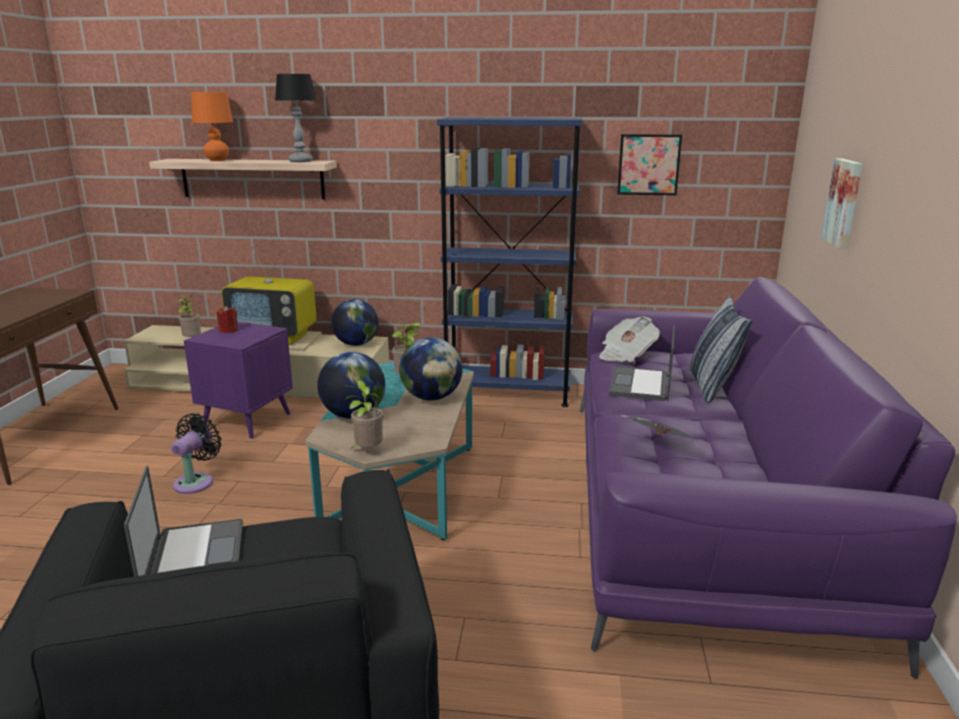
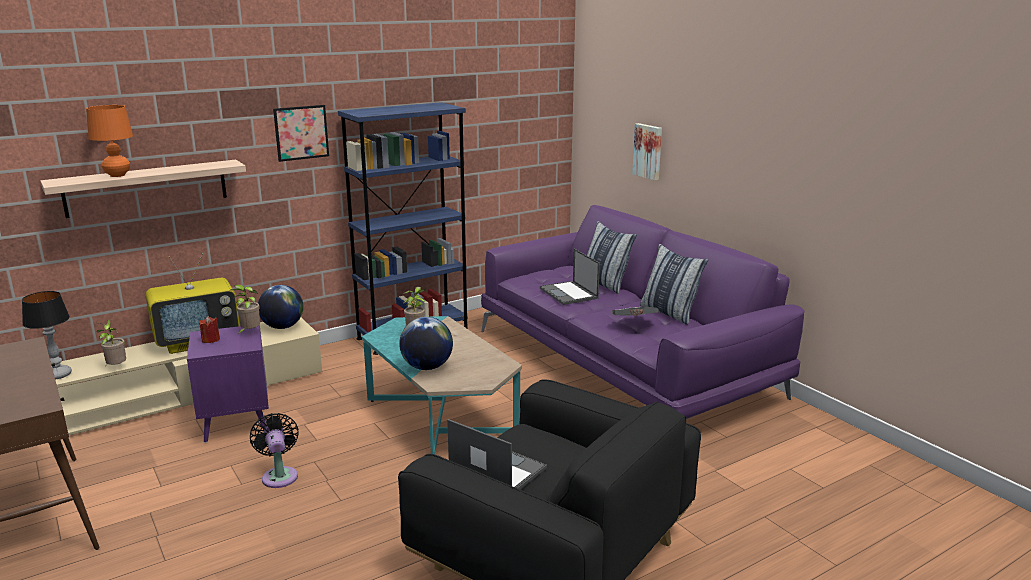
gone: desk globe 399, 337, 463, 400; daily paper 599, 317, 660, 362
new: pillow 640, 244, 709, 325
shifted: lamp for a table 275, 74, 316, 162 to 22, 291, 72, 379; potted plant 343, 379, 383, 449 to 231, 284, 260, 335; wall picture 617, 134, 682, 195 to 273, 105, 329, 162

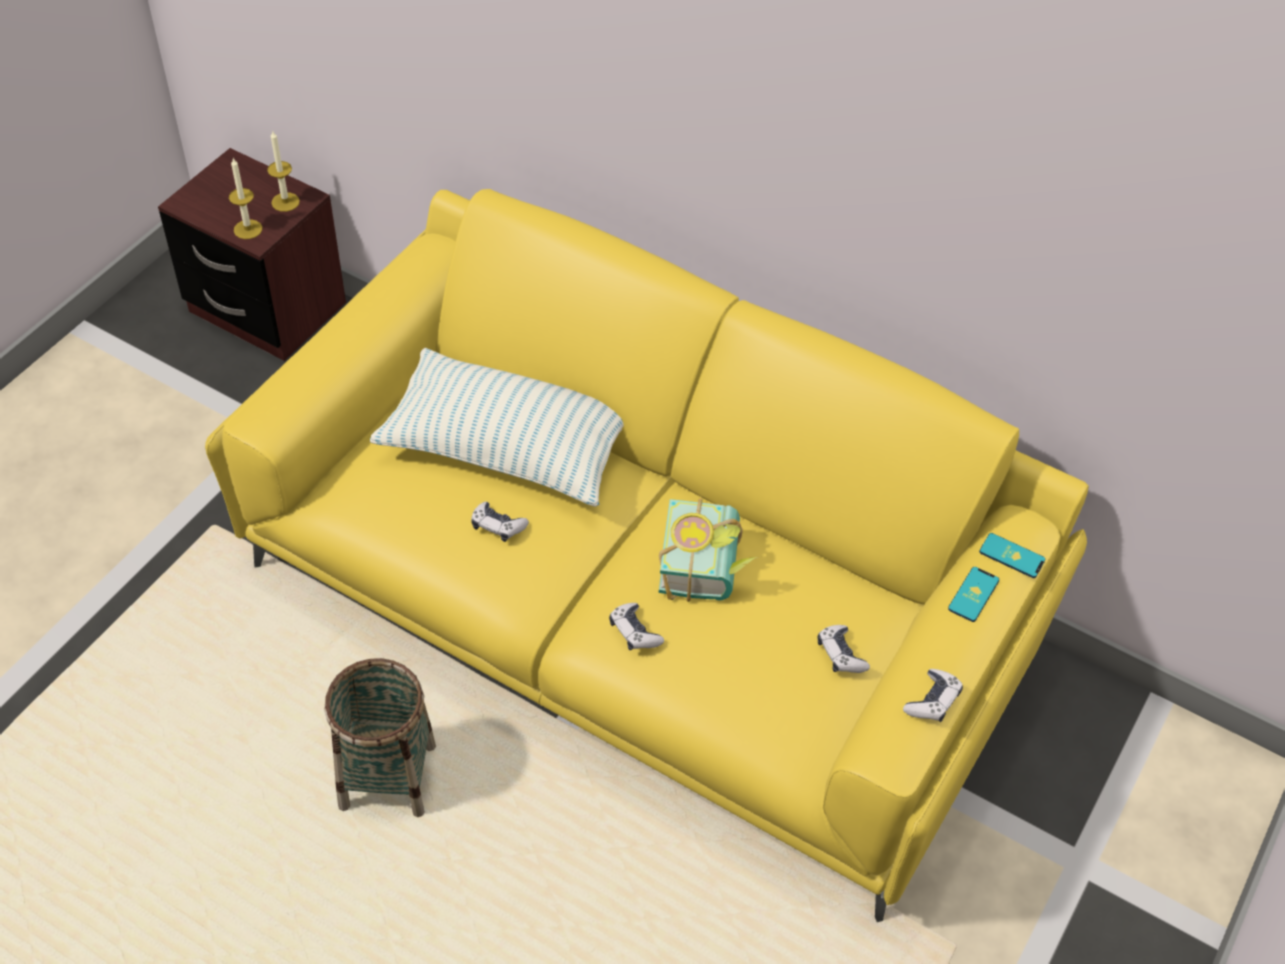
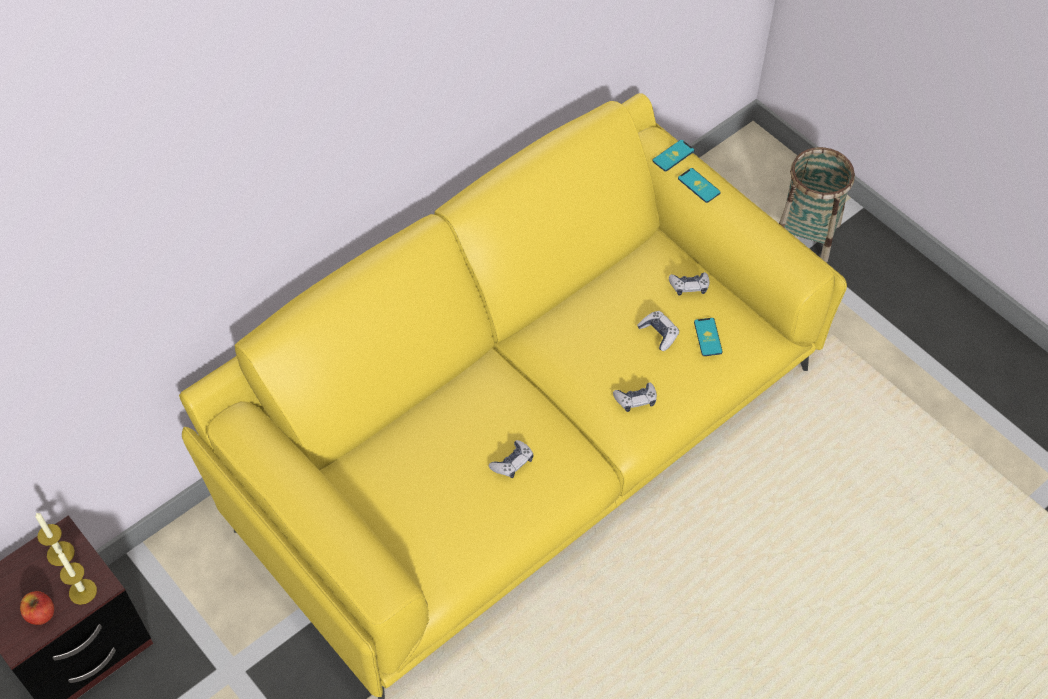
gone: pillow 370, 348, 624, 507; volume 659, 498, 757, 602
new: apple 20, 591, 54, 625; handset 694, 318, 723, 356
shifted: storage basket 325, 658, 436, 817 to 779, 147, 855, 263; game controller 903, 669, 963, 722 to 637, 311, 679, 351

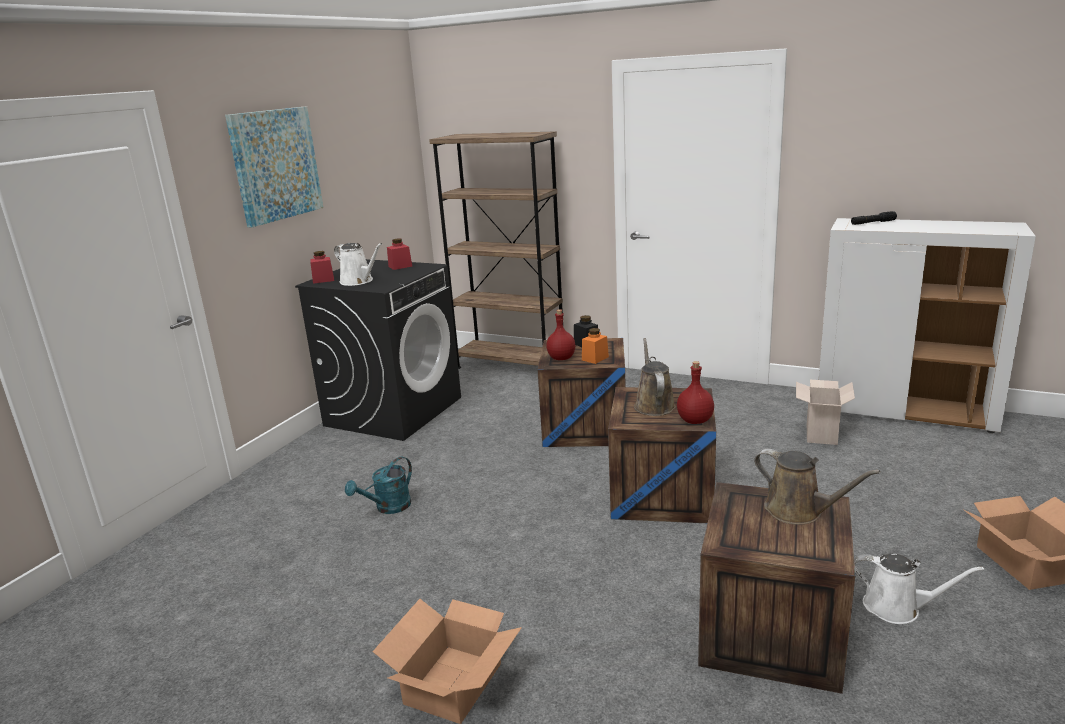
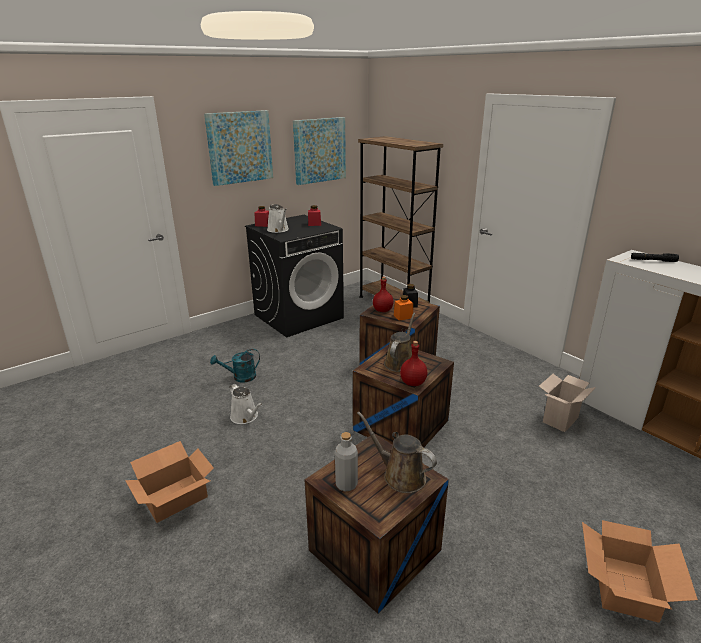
new: wall picture 293, 117, 346, 185; gray drink bottle 335, 432, 358, 491
shifted: white-coloured watering pot 854, 554, 984, 624 to 230, 384, 262, 424
rotated: brown watering pot 754, 449, 881, 525 = 357, 412, 437, 493 150 degrees clockwise

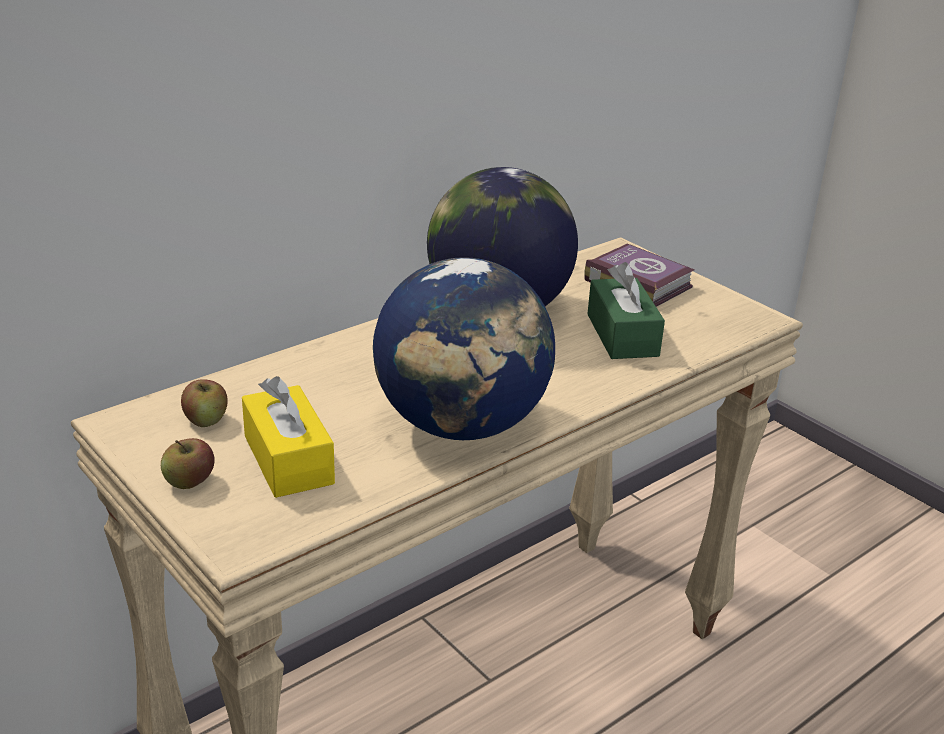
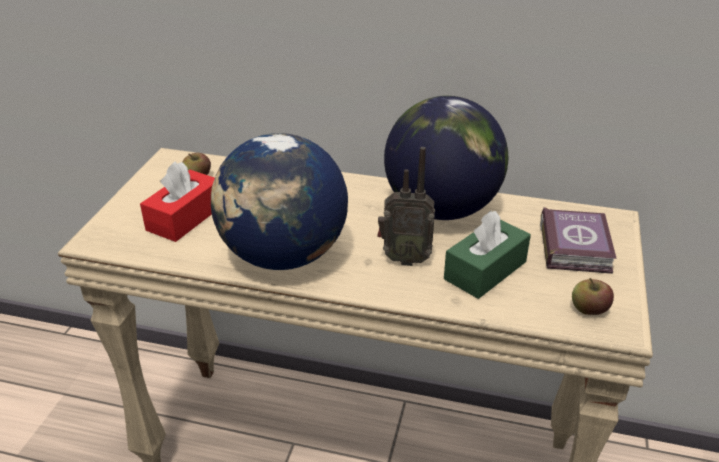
new: radio receiver 377, 147, 435, 266
shifted: apple 161, 438, 215, 489 to 572, 278, 614, 315
repainted: yellow box of tissues 242, 376, 335, 498 to reddish box of tissues 140, 162, 215, 242

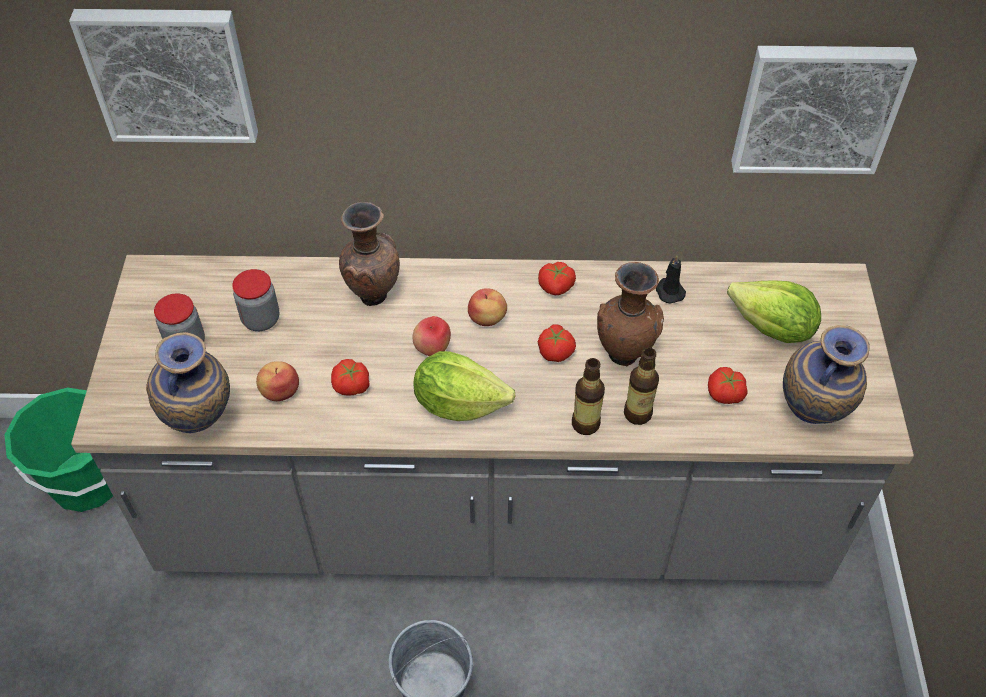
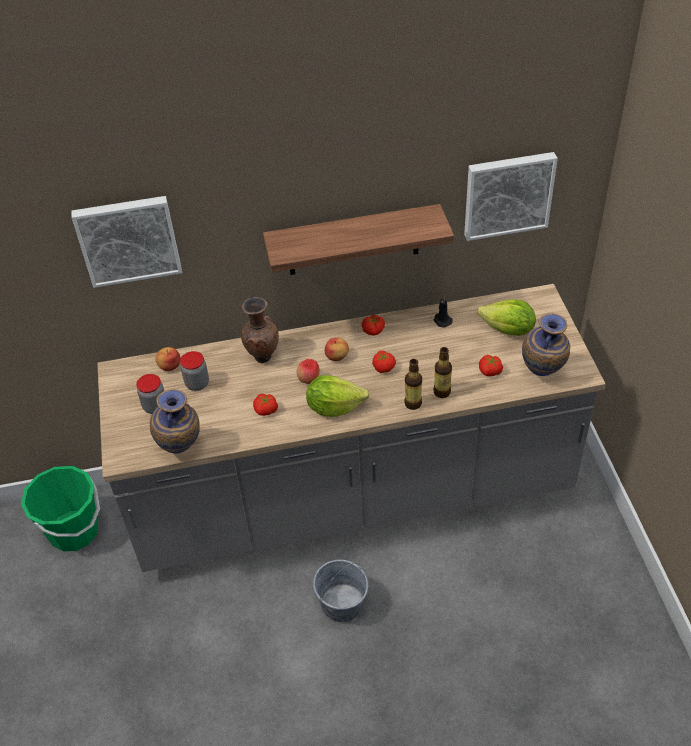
gone: brown flower vase 597, 262, 664, 367
new: shelf 263, 204, 454, 275
shifted: apple 256, 361, 299, 401 to 156, 347, 181, 371

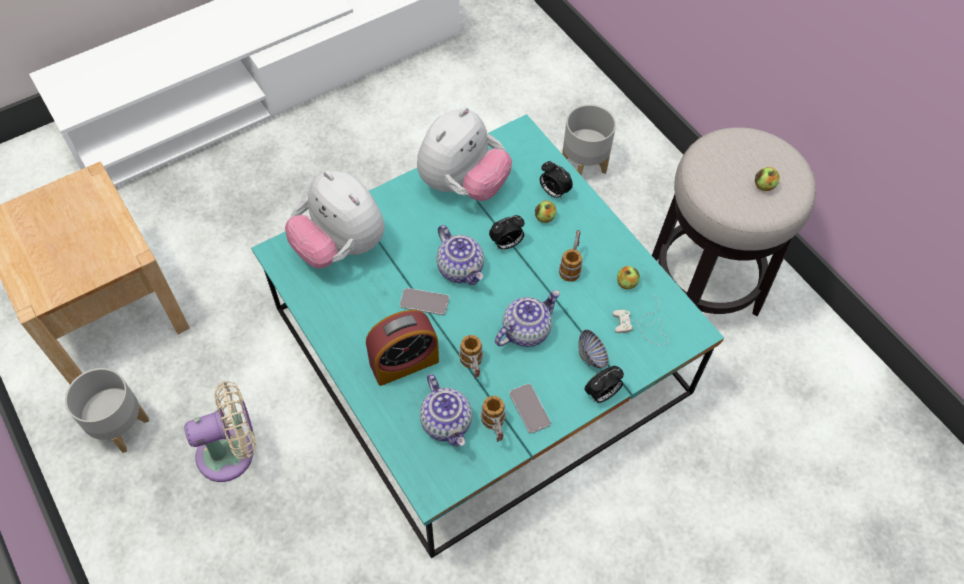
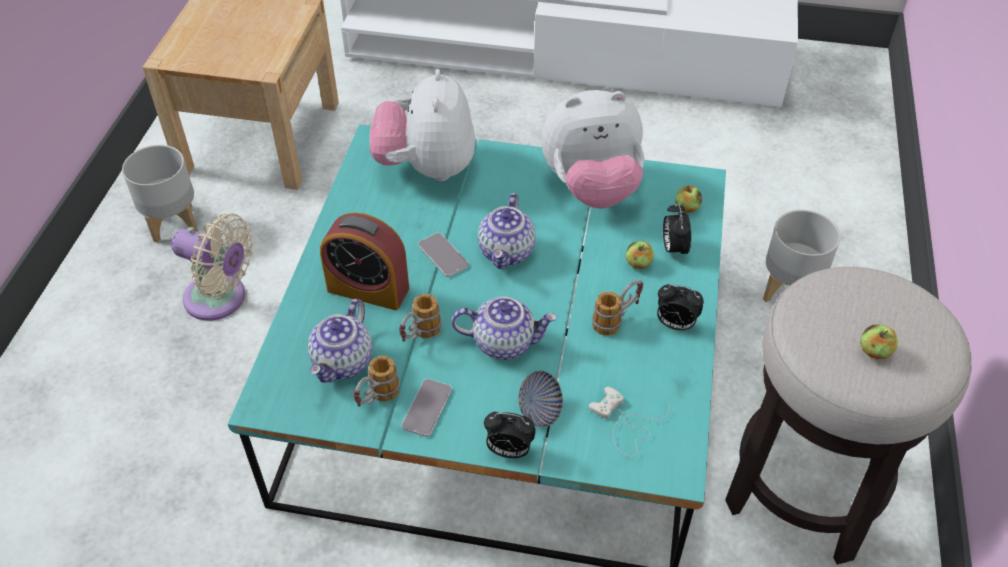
shifted: bedside clock 489, 215, 524, 249 to 657, 284, 704, 330; apple 617, 266, 640, 289 to 675, 185, 702, 213

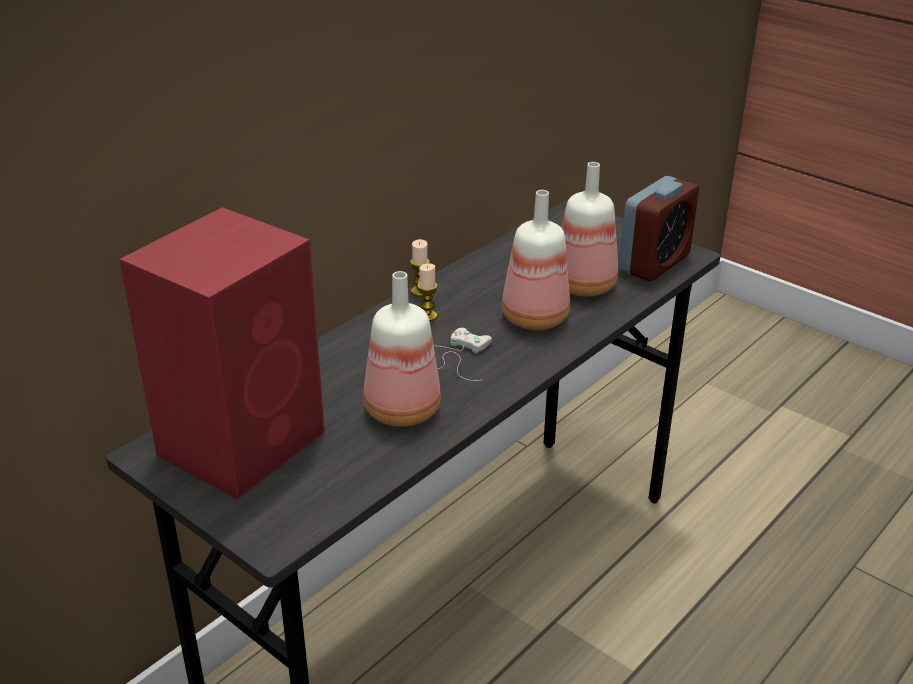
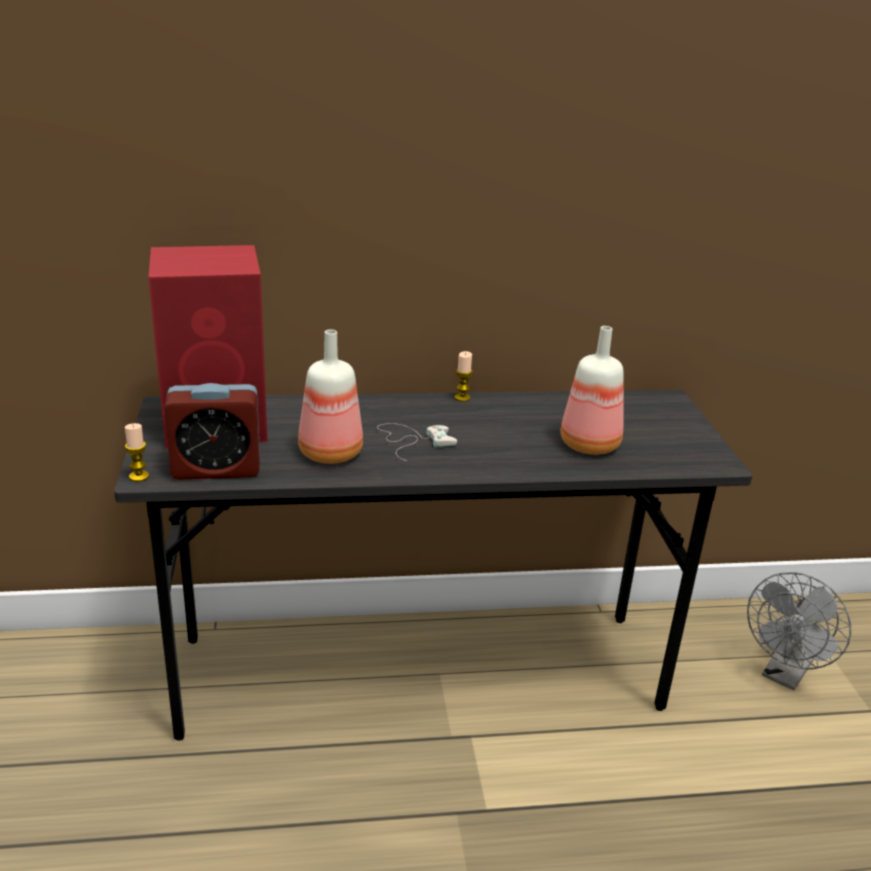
gone: drink bottle 502, 190, 570, 330
new: gray electric fan 747, 572, 851, 690
shifted: wax candle 417, 264, 437, 321 to 125, 423, 149, 482; bedside clock 619, 176, 699, 281 to 164, 383, 260, 480

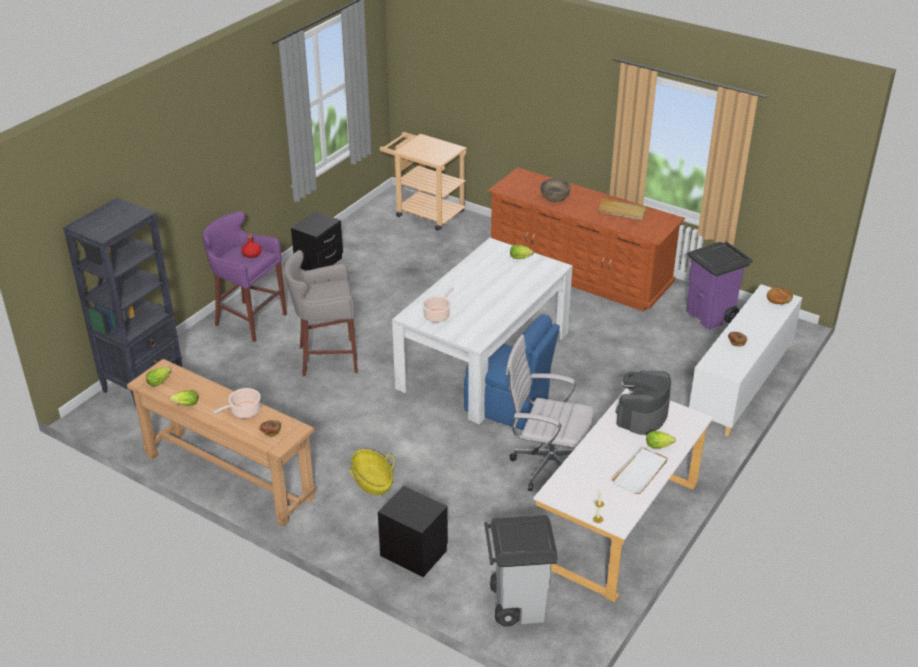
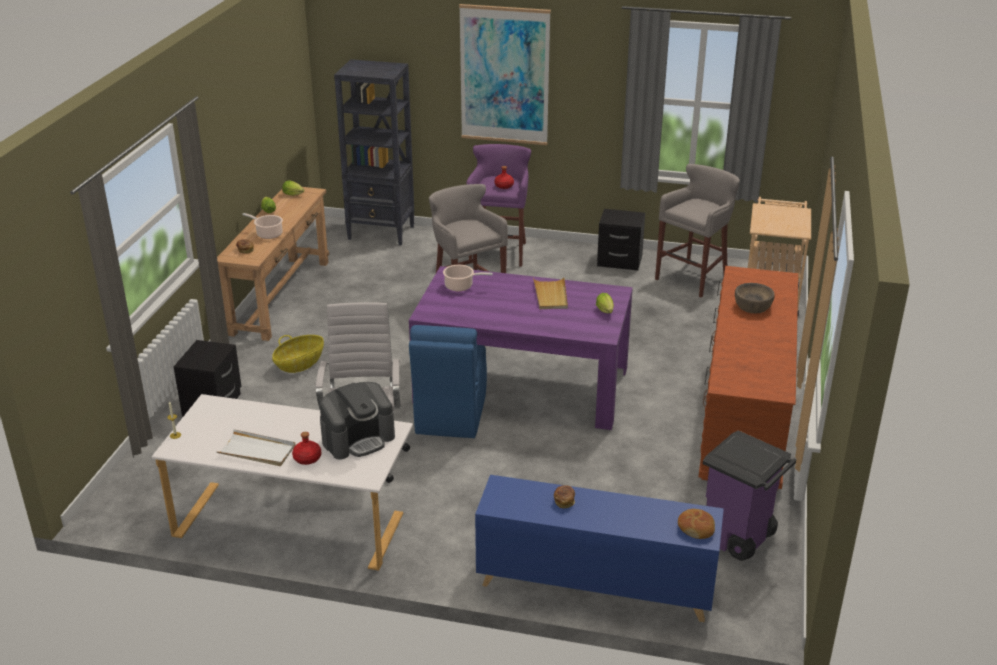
gone: gray waste bin 484, 515, 558, 627
new: wall picture 459, 4, 551, 145; gray sitting stool 655, 164, 740, 297
shifted: beige-coloured serving tray 597, 198, 647, 220 to 533, 277, 568, 309
swapped: head of lettuce 646, 431, 676, 448 to reddish drink bottle 292, 432, 321, 465
repainted: white-coloured dining table 392, 238, 573, 424 to purple-coloured dining table 409, 266, 633, 430; white-coloured storage cabinet 689, 284, 802, 436 to blue storage cabinet 475, 475, 724, 622
rotated: coffee machine 615, 370, 671, 435 = 320, 382, 395, 459 135 degrees clockwise

